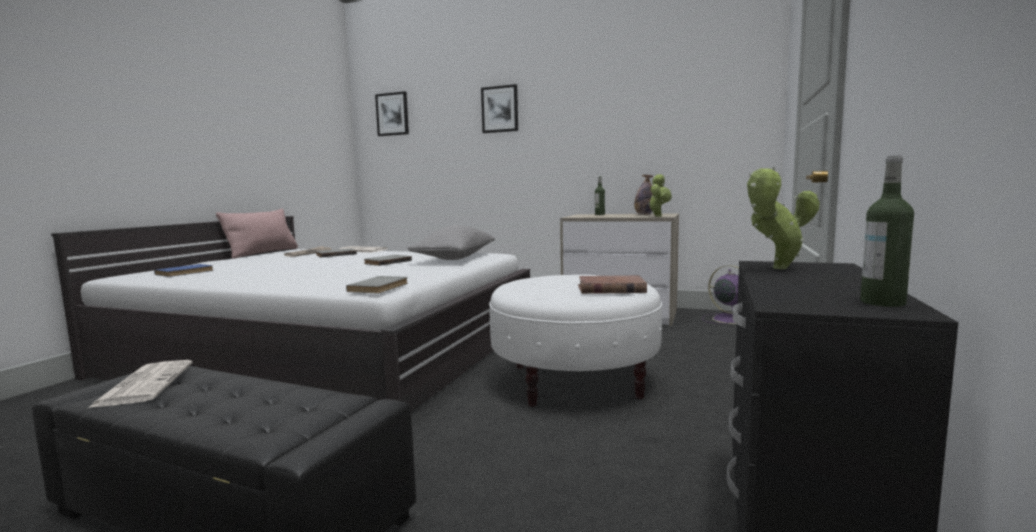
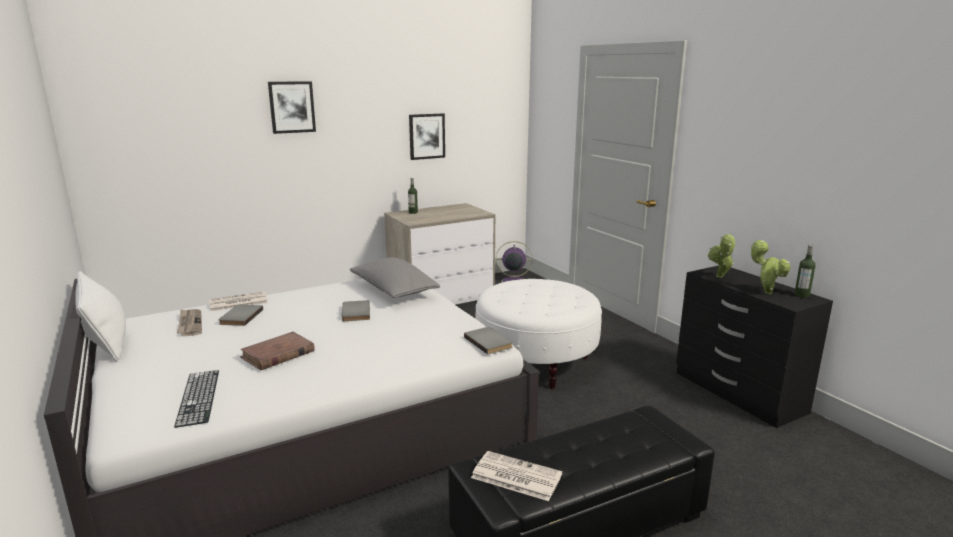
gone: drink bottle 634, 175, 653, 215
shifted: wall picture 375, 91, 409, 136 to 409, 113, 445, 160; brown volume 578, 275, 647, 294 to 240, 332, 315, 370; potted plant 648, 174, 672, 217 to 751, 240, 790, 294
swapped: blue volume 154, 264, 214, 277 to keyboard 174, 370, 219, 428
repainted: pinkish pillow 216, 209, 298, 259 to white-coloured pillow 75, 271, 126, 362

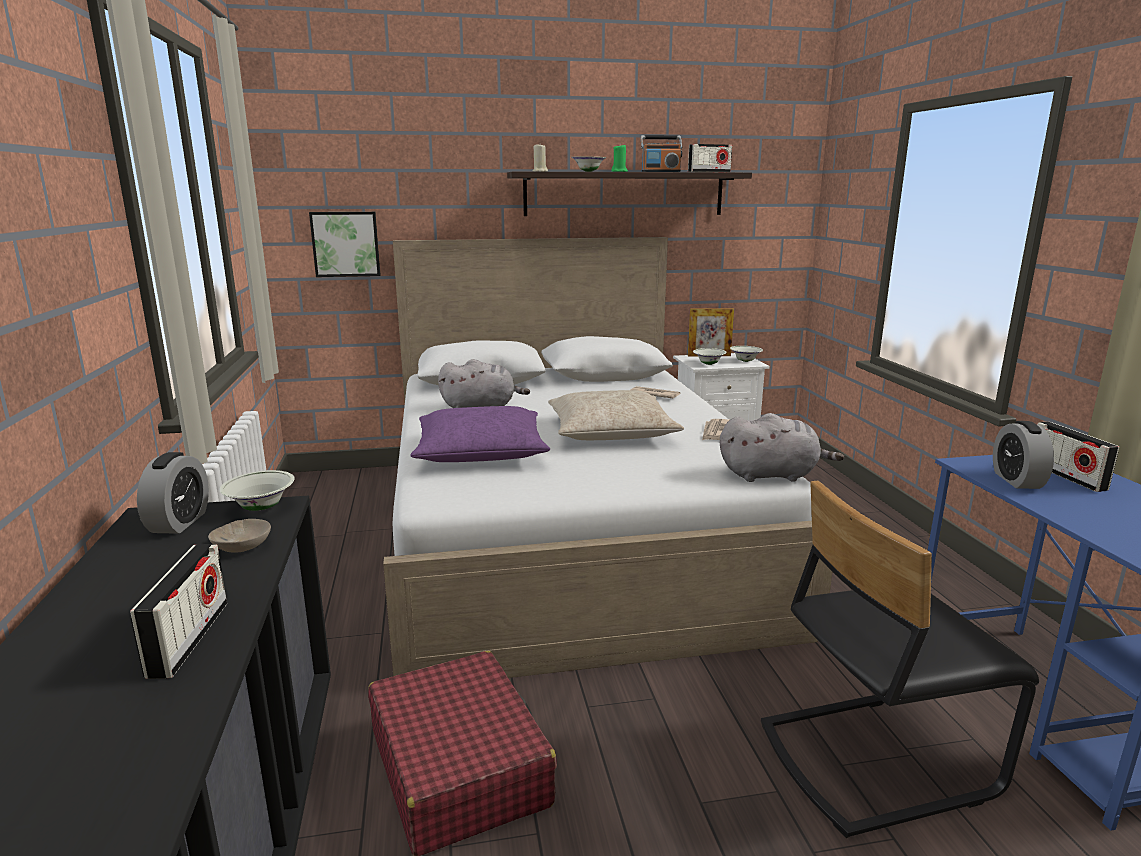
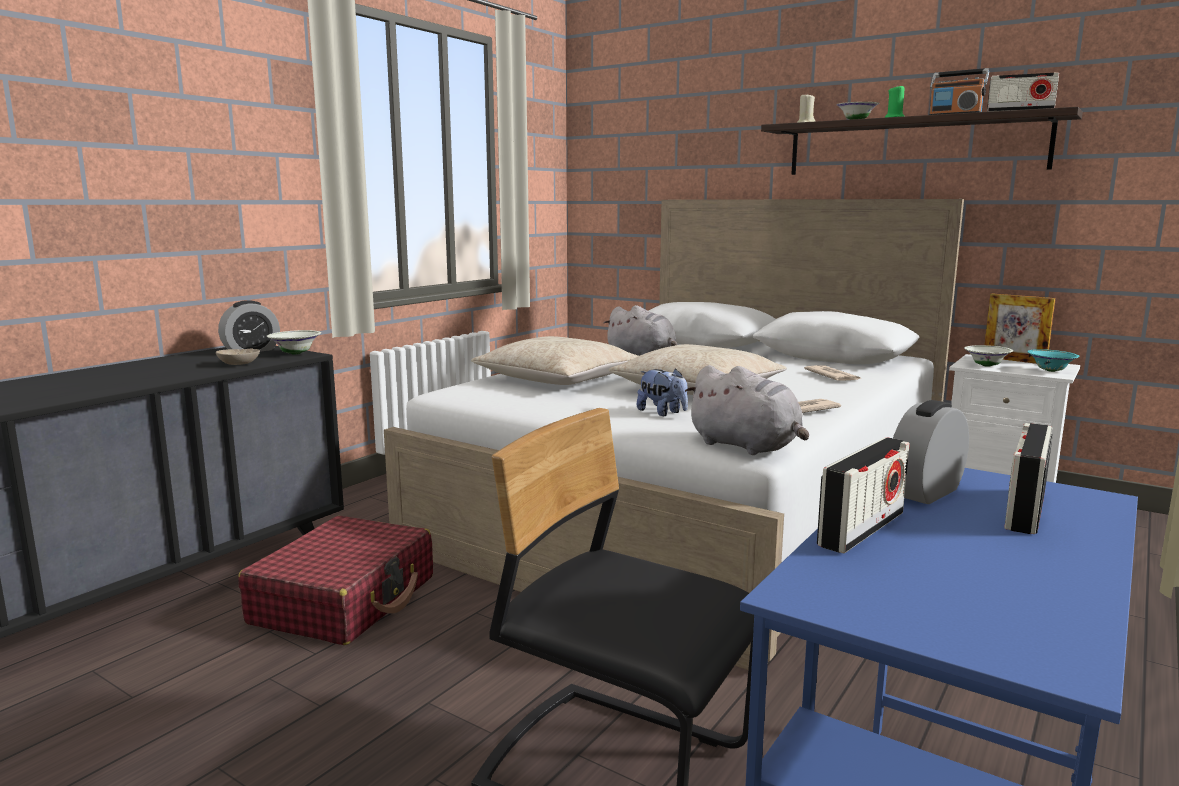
gone: wall picture 309, 212, 380, 277
new: plush toy 637, 368, 688, 416
shifted: radio receiver 130, 544, 227, 679 to 817, 437, 910, 553
repainted: purple-coloured pillow 411, 406, 550, 462 to beige-coloured pillow 471, 336, 638, 385; white-coloured bowl 730, 346, 763, 362 to turquoise-coloured bowl 1027, 349, 1080, 372

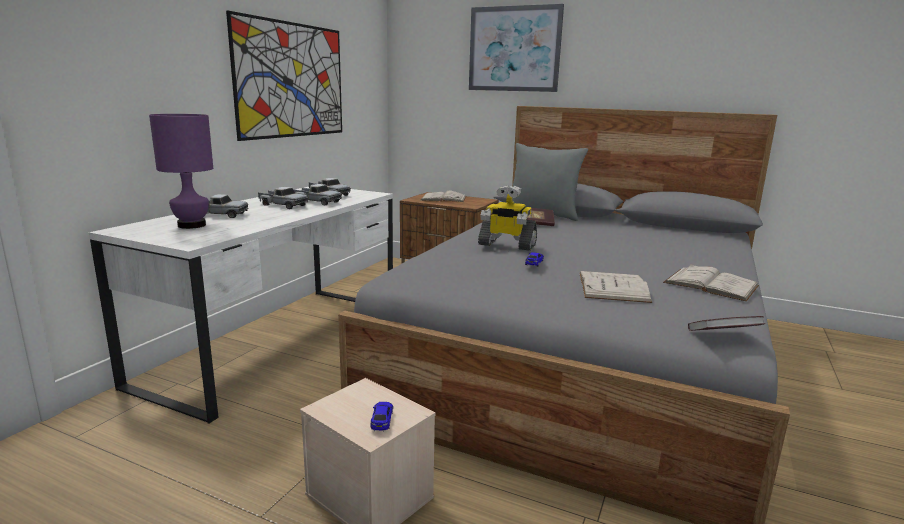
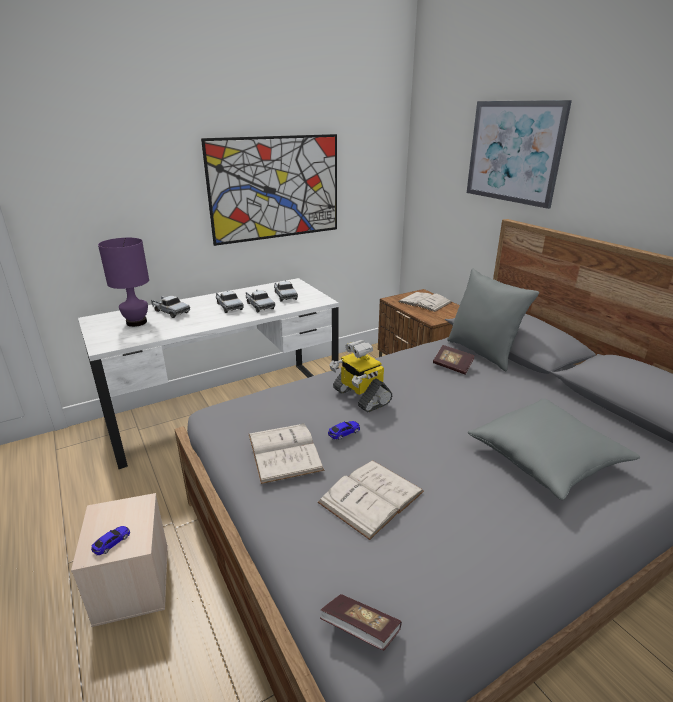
new: gray pillow 468, 398, 640, 500
shifted: white-coloured volume 663, 264, 759, 301 to 249, 423, 324, 484

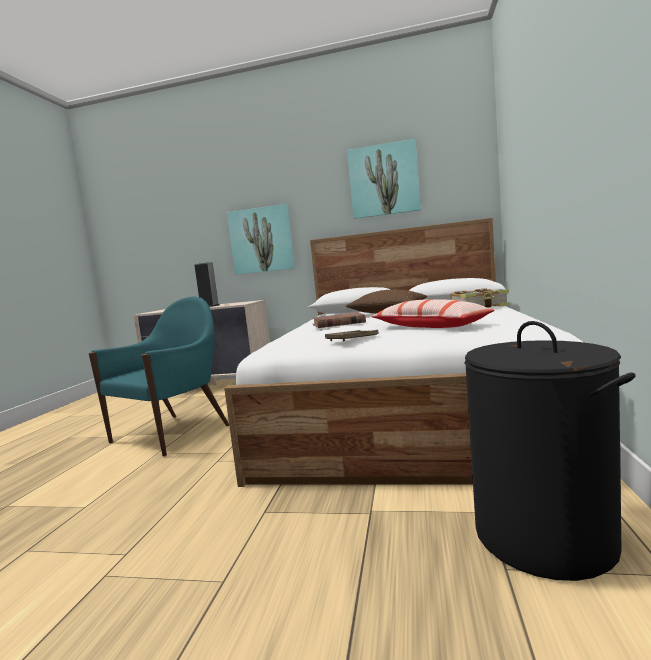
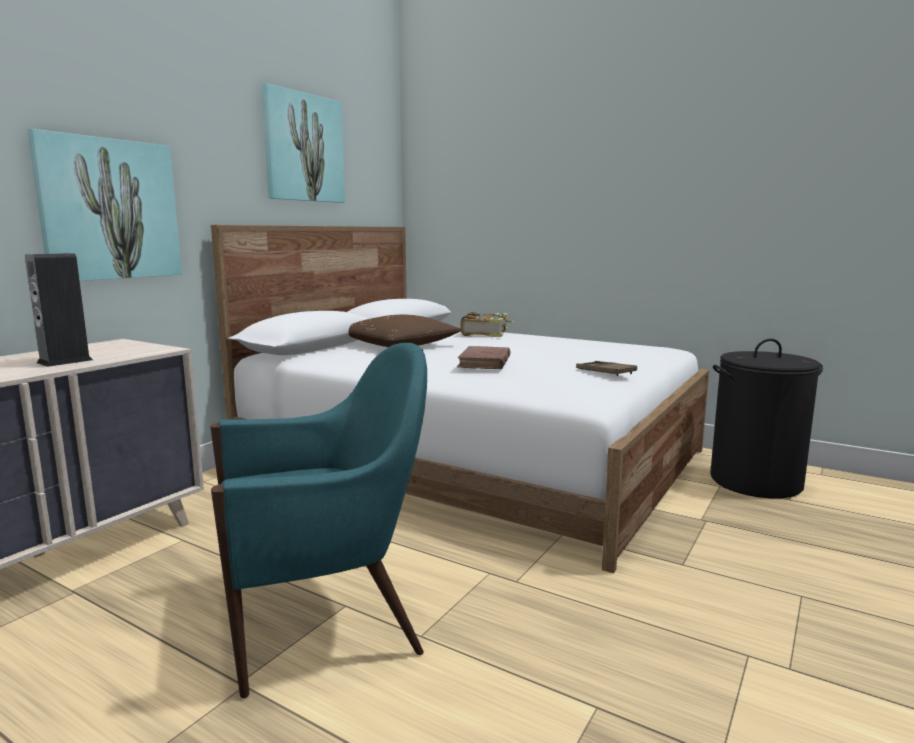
gone: pillow 371, 299, 495, 328
rotated: turquoise-coloured lounge chair 89, 297, 229, 456 = 210, 343, 427, 698 105 degrees clockwise

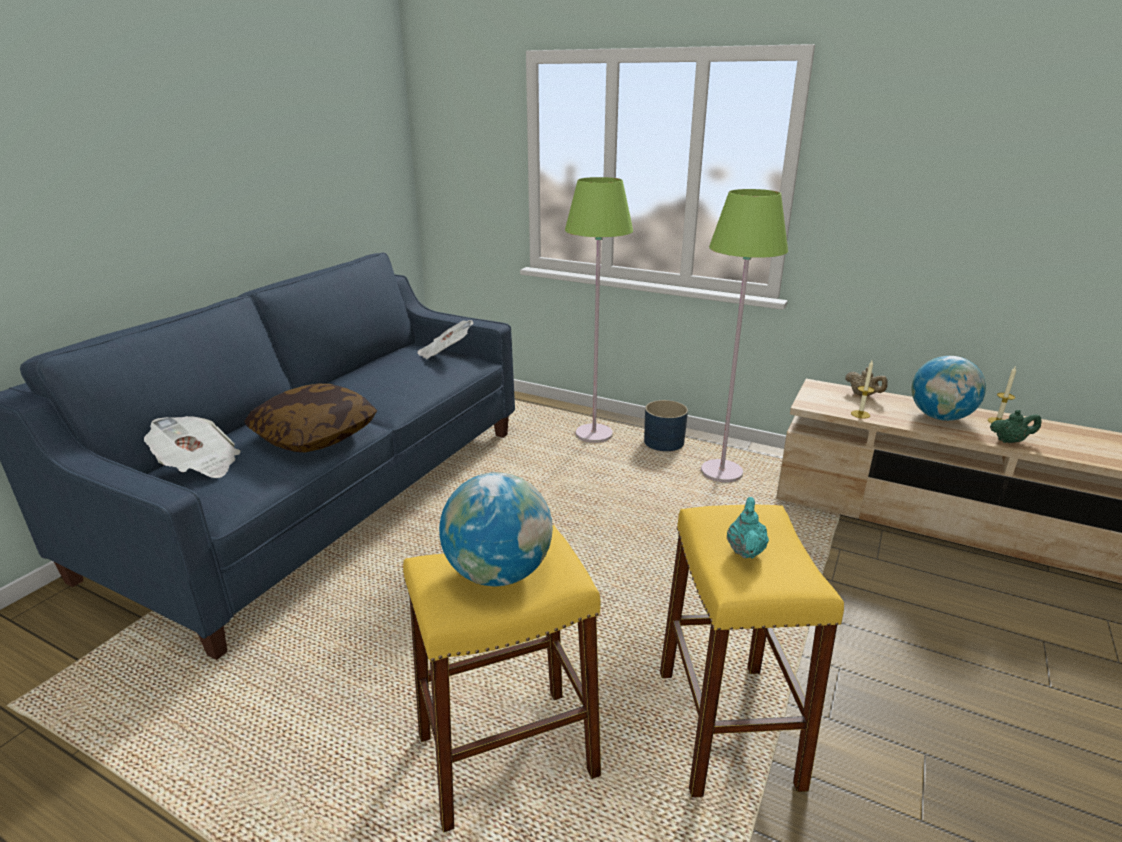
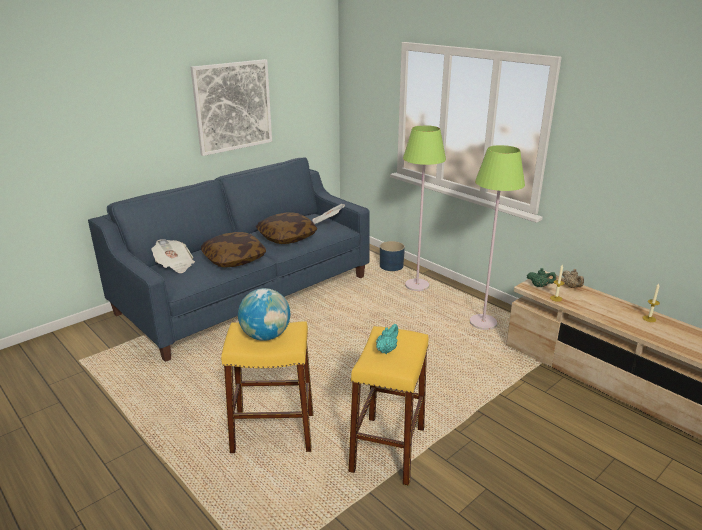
gone: desk globe 912, 356, 986, 421
new: wall picture 191, 59, 272, 156; pillow 256, 212, 317, 244
shifted: blue planter 644, 400, 688, 451 to 380, 241, 405, 271; greenish tea pot 990, 410, 1042, 443 to 527, 268, 556, 287

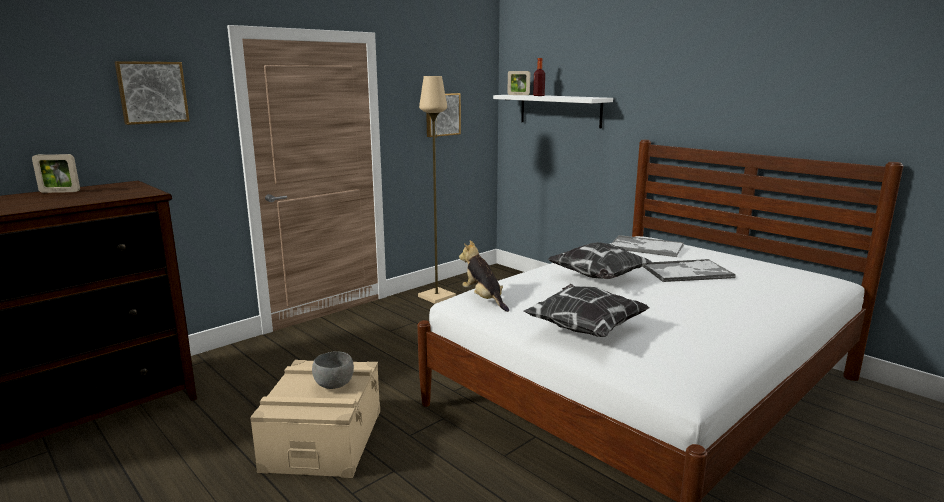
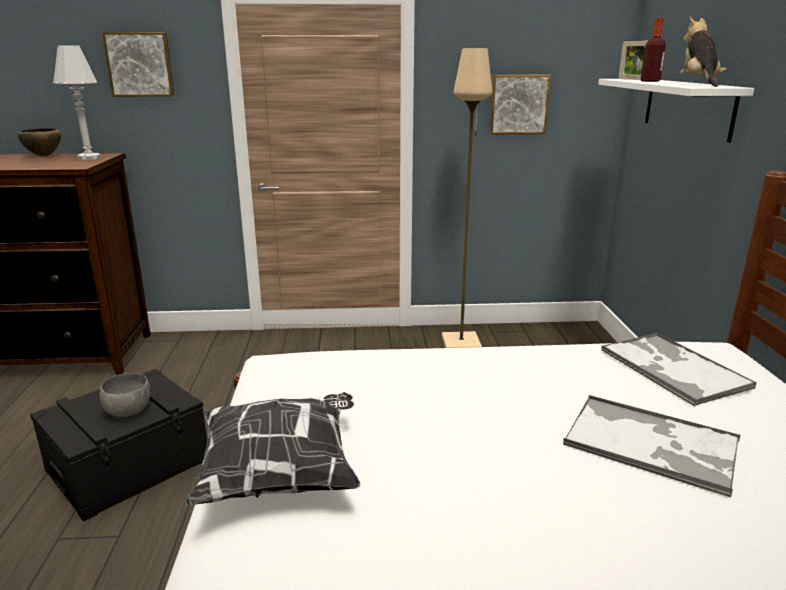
gone: pillow 548, 242, 652, 279
new: white-coloured lamp for a table 53, 45, 101, 161
shifted: plush toy 459, 240, 509, 312 to 680, 16, 726, 87
swapped: picture frame 32, 154, 80, 193 to brown bowl 18, 128, 61, 157
repainted: beige-coloured storage bin 250, 360, 380, 478 to black-coloured storage bin 30, 369, 207, 521

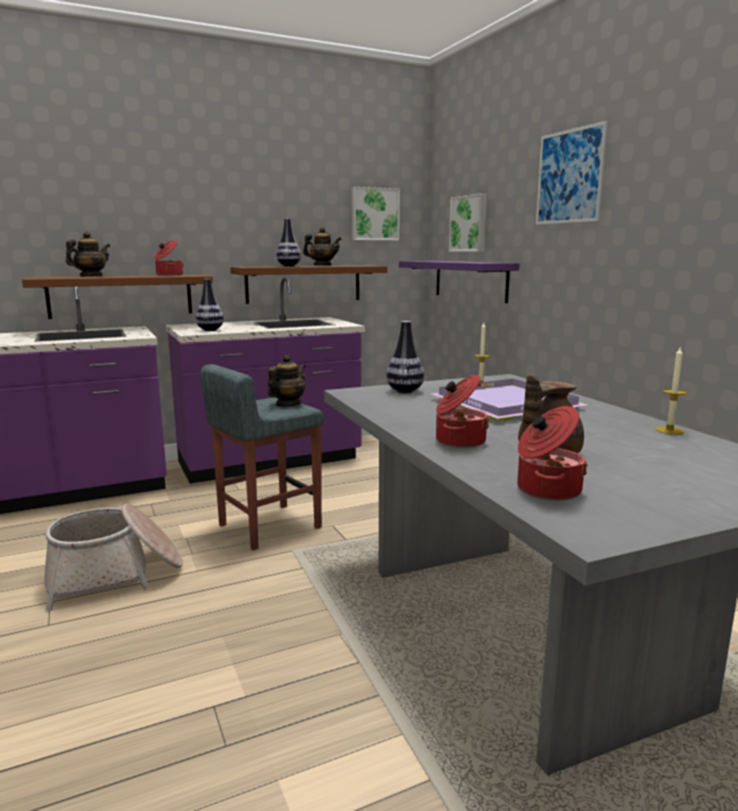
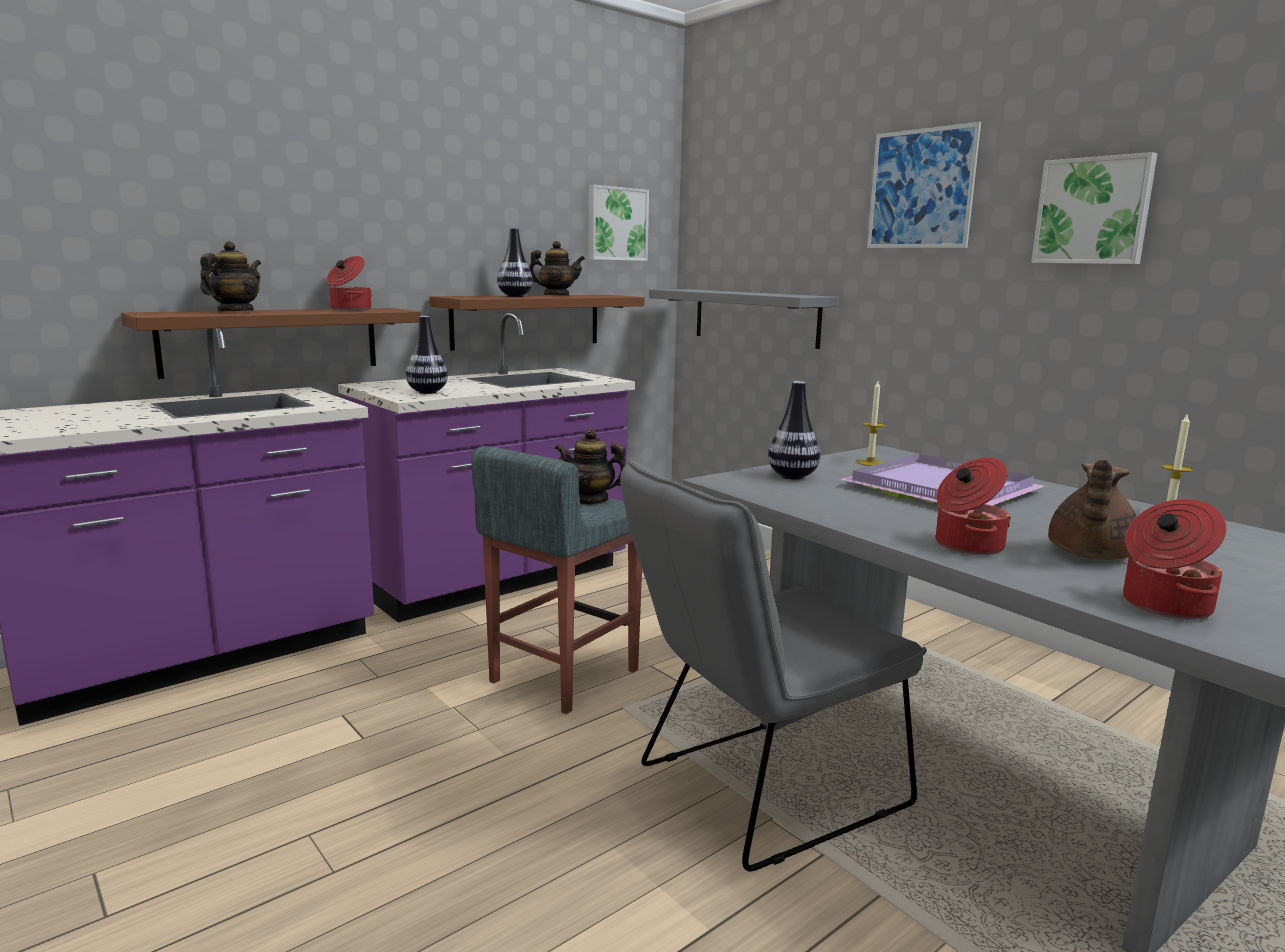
gone: storage basket 44, 504, 183, 611
new: gray upright chair 620, 458, 927, 872
shifted: wall picture 449, 193, 487, 252 to 1031, 152, 1157, 264
repainted: purple-coloured shelf 399, 261, 520, 303 to gray shelf 649, 289, 839, 349
rotated: tea pot 267, 355, 306, 407 = 555, 429, 626, 505 90 degrees counterclockwise

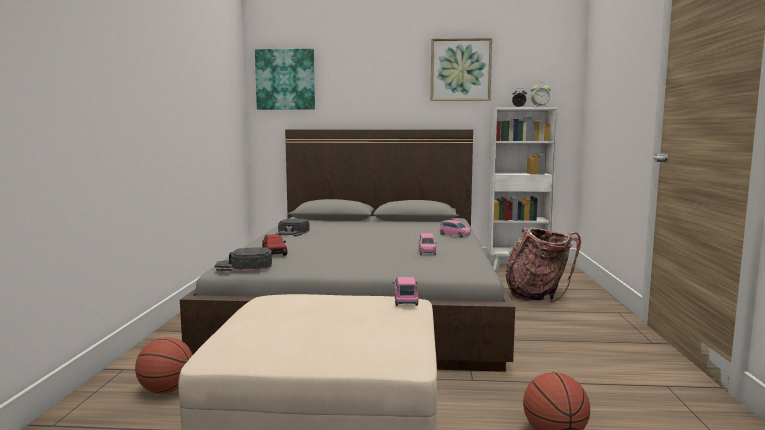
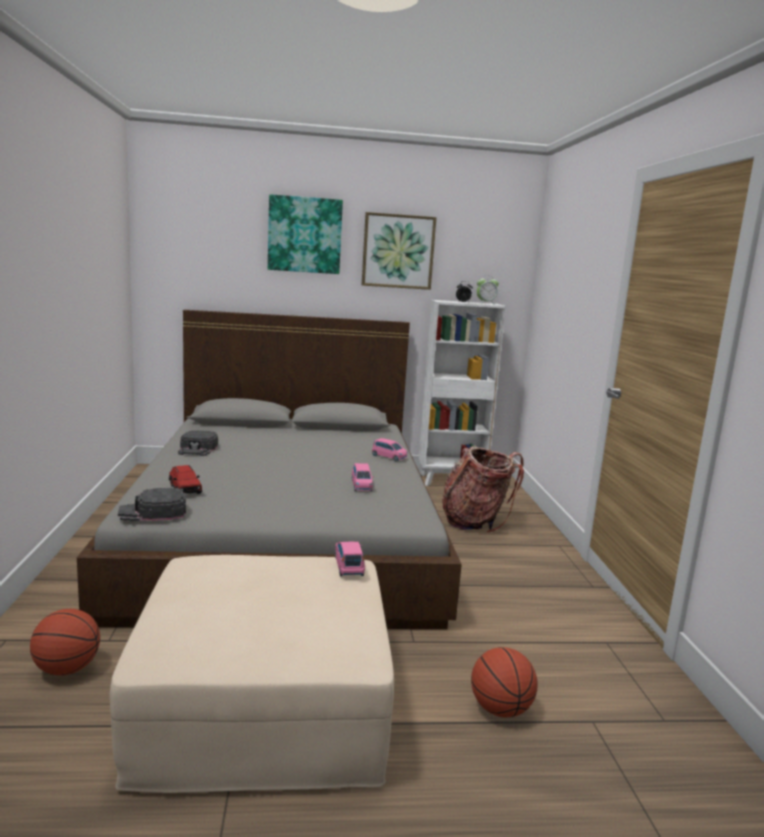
shifted: wall picture 255, 49, 315, 110 to 268, 194, 343, 274

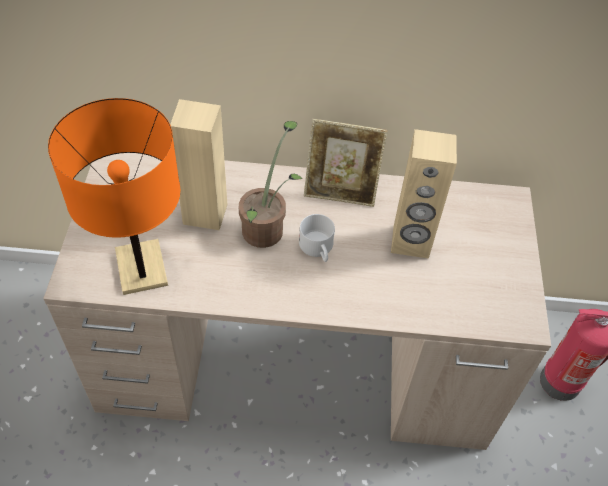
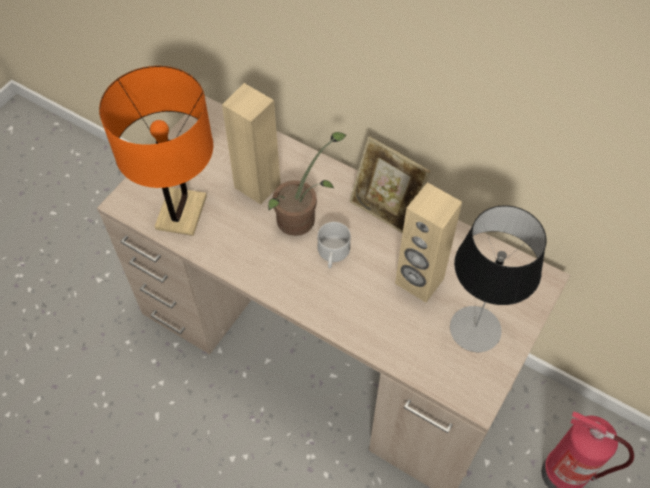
new: lamp for a table 450, 205, 546, 352

